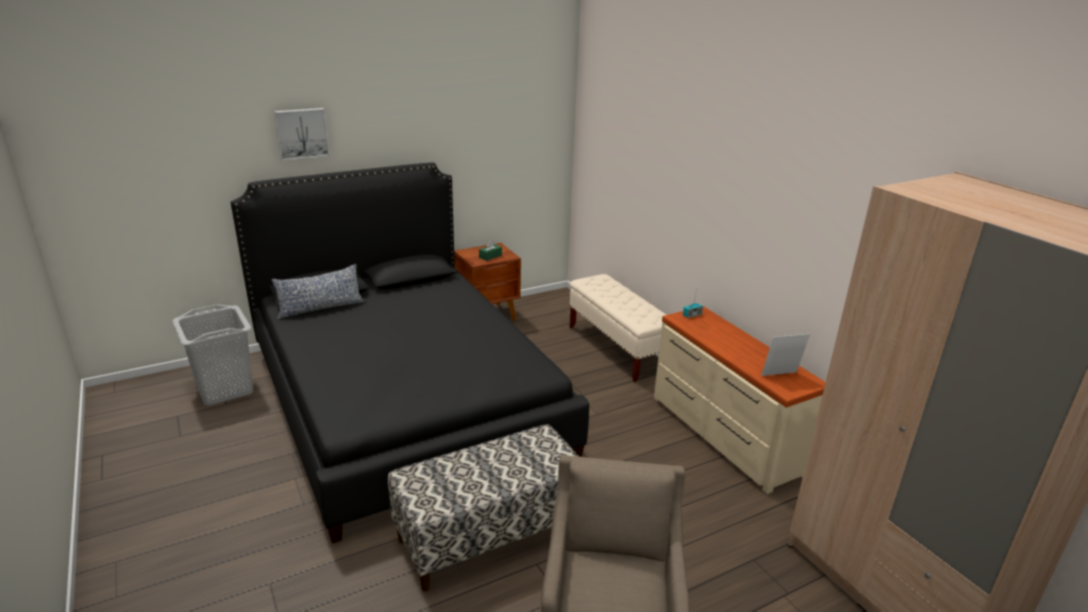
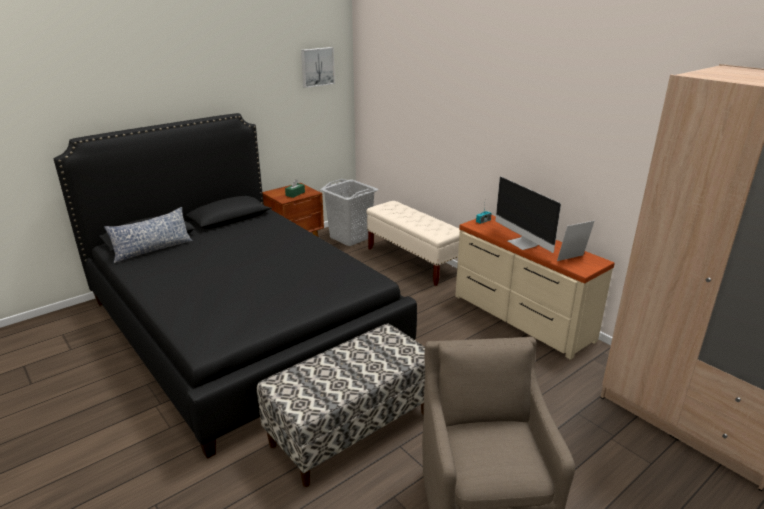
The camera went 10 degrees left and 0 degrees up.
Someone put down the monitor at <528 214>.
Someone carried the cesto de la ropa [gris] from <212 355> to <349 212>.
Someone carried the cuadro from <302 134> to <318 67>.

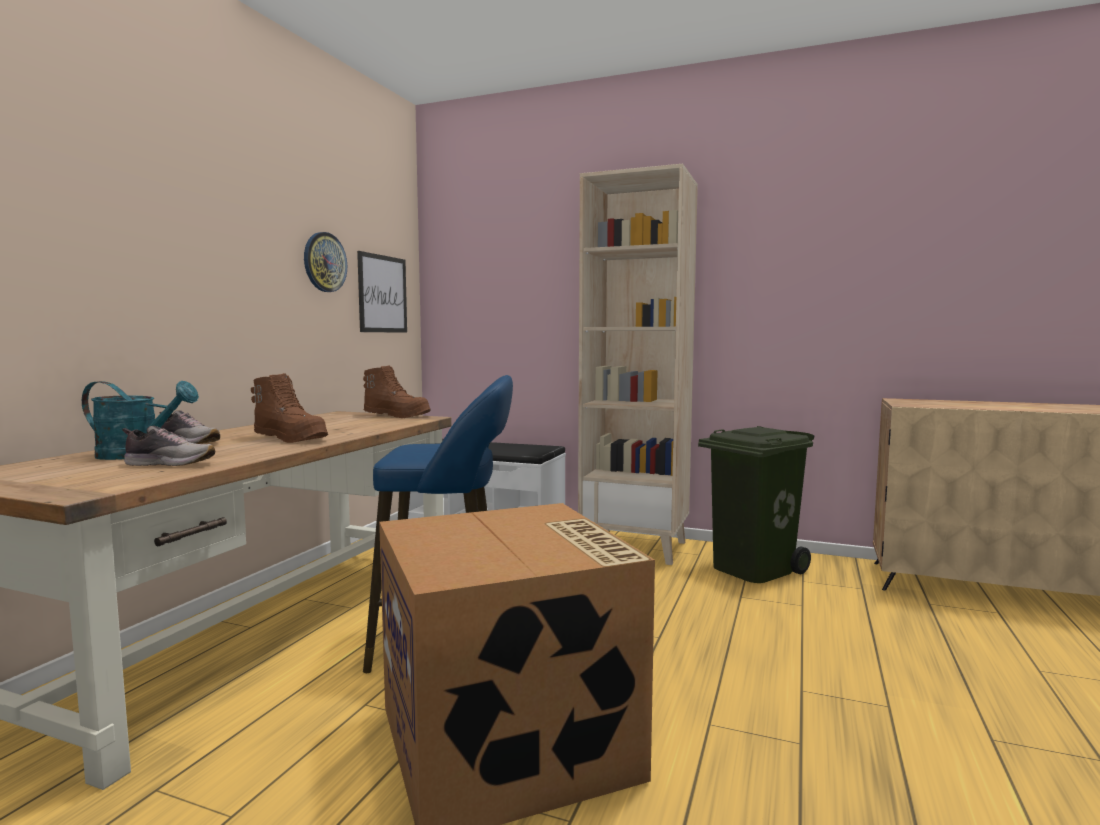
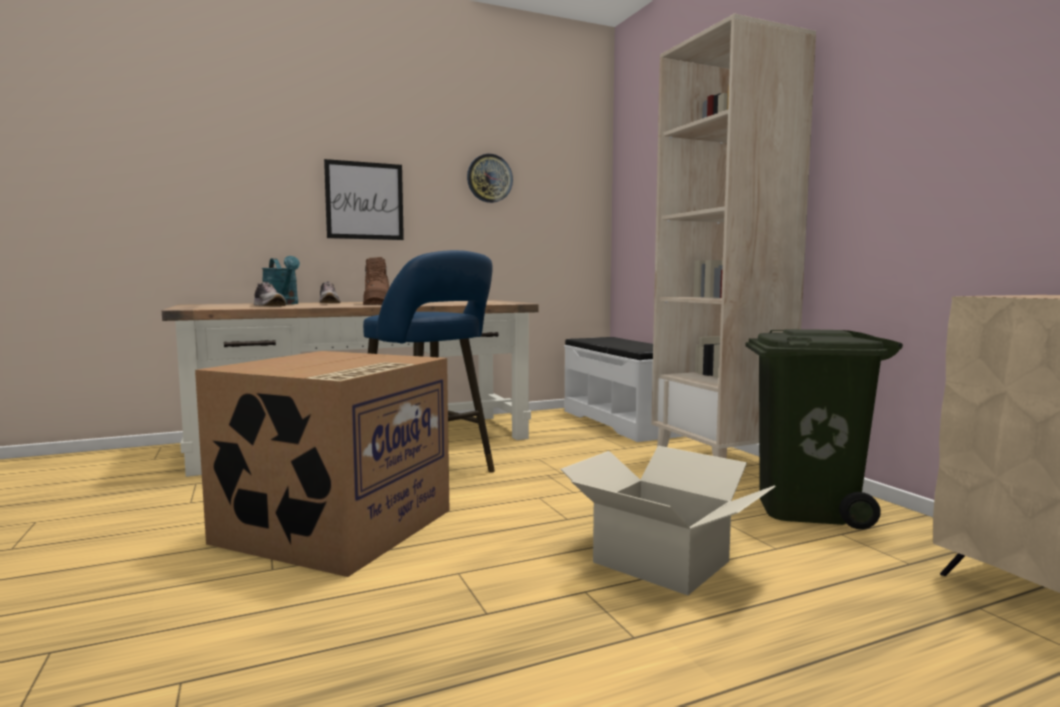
The camera went 45 degrees right and 0 degrees up.
Someone took away the bota [marrón] at <397 391>.
Someone put down the caja de cartón at <668 520>.
Someone carried the cuadro from <382 292> to <364 199>.

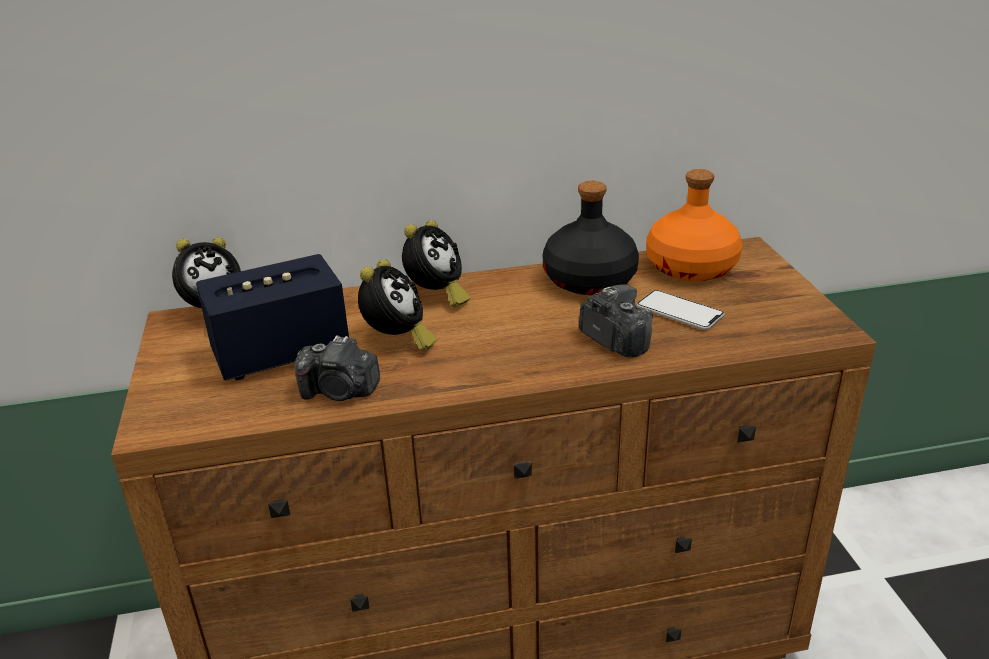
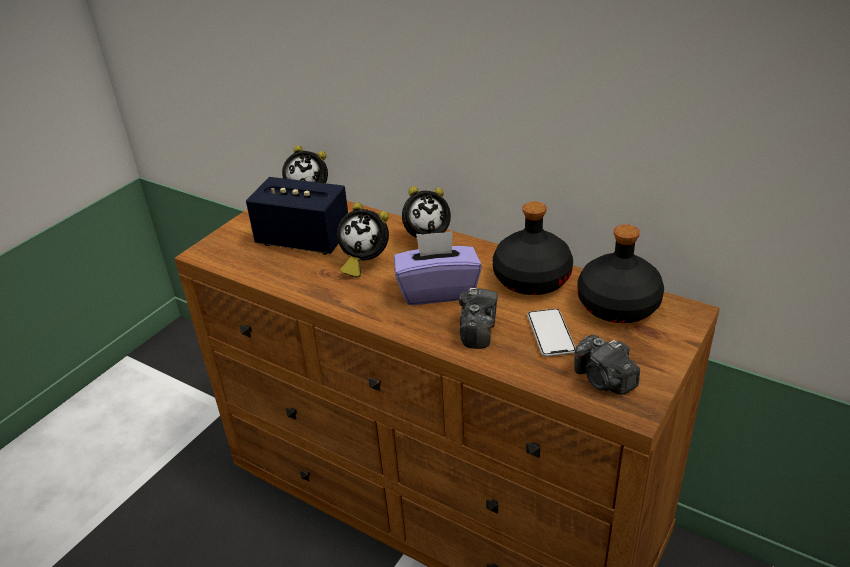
The camera went 45 degrees right and 5 degrees up.
Someone put down the caja de pañuelos [morado] at <438 268>.
Someone carried the cámara from <337 368> to <607 365>.
Someone repainted the botella [naranja] at <694 225>, which became the botella [negro] at <620 273>.
Someone rotated the despertador at <397 305> by 45 degrees clockwise.

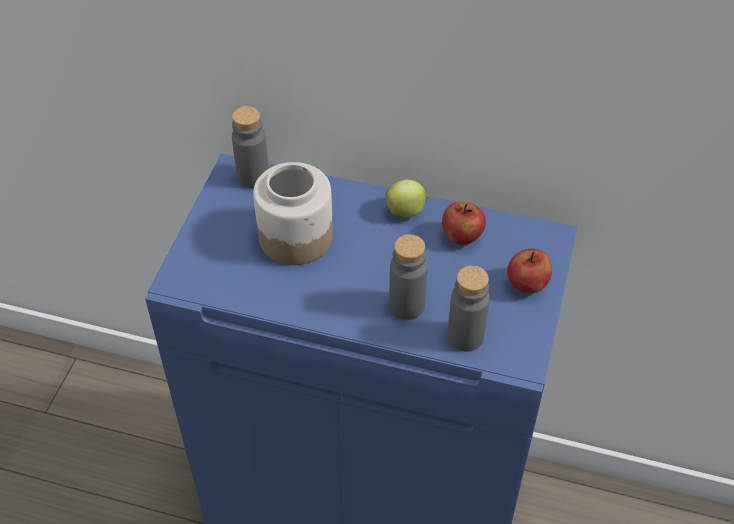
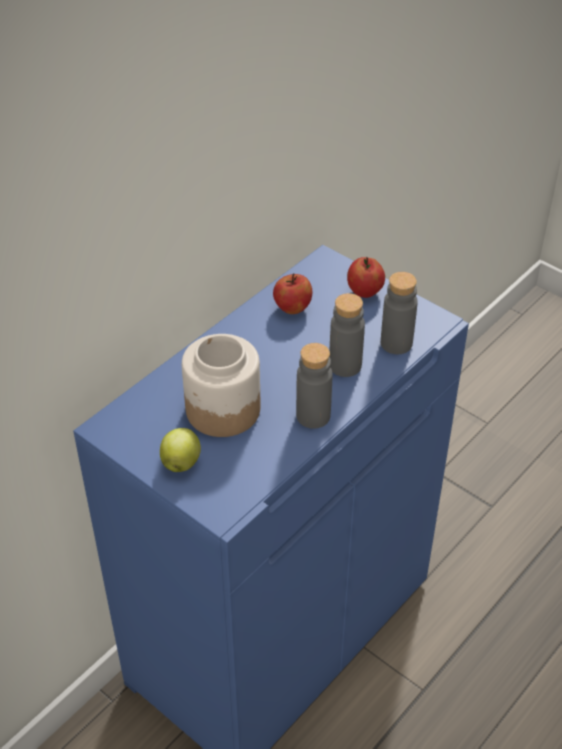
The camera went 65 degrees left and 5 degrees down.
Someone carried the botella [gris] from <250 147> to <314 386>.
Someone carried the manzana from <407 198> to <180 450>.

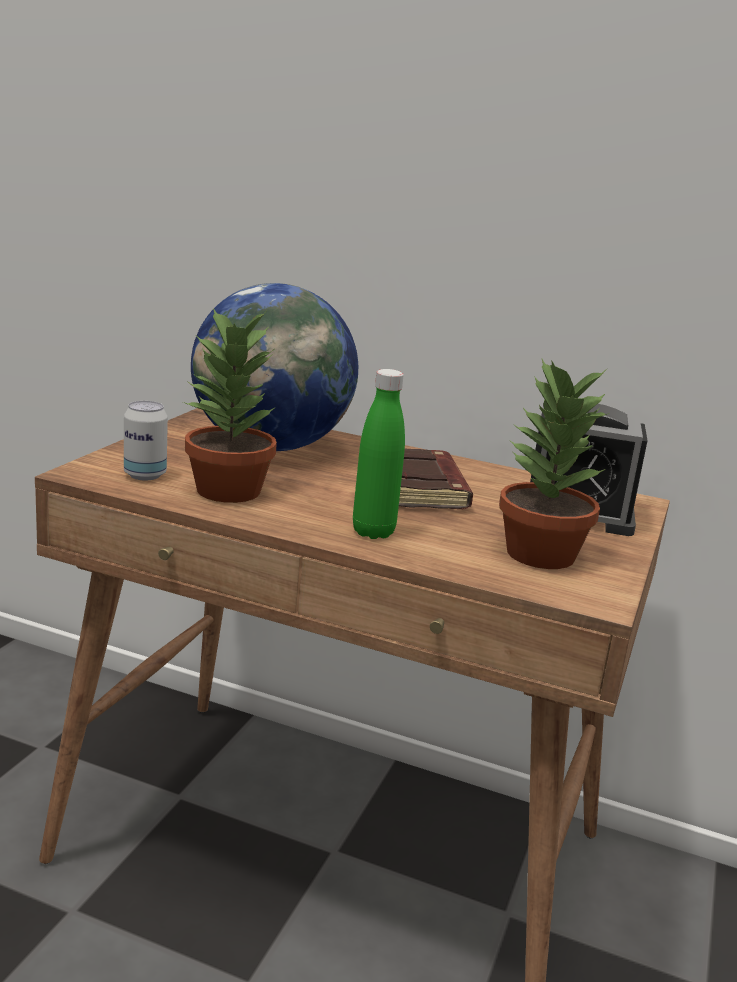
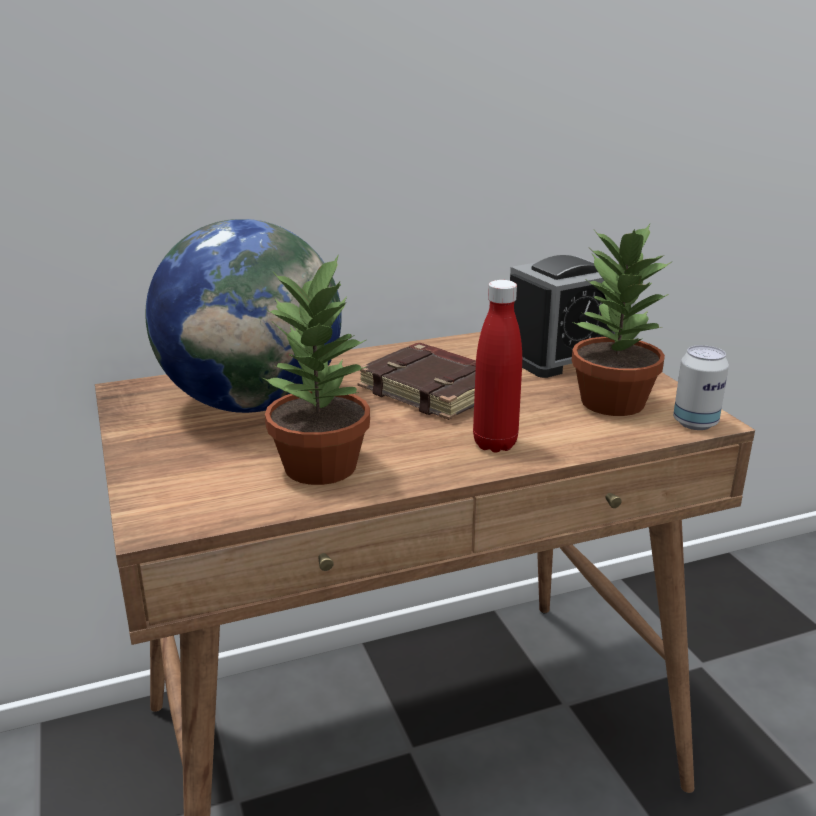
The camera went 40 degrees left and 5 degrees up.
Someone carried the lata from <146 440> to <701 387>.
Someone repainted the botella [verde] at <379 454>, which became the botella [rojo] at <497 366>.

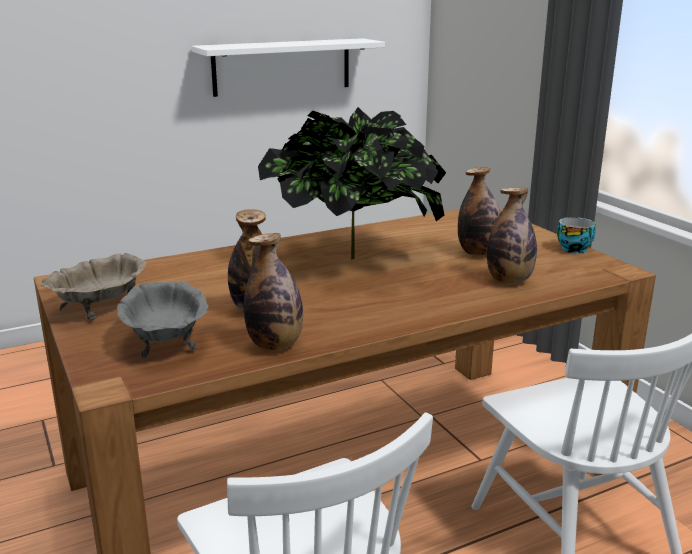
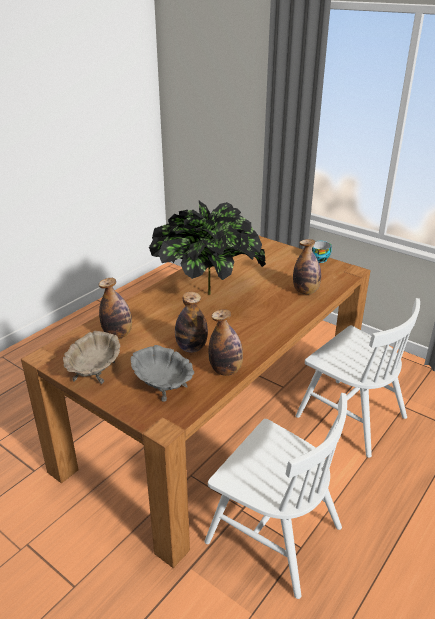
The camera went 25 degrees left and 10 degrees up.
Someone took away the estante [blanco] at <288 67>.
Someone carried the botella from <479 211> to <115 308>.

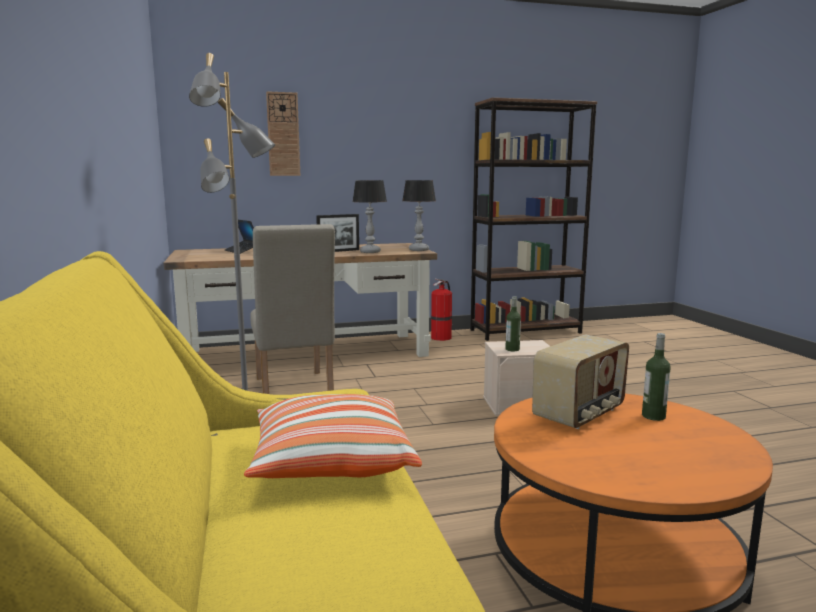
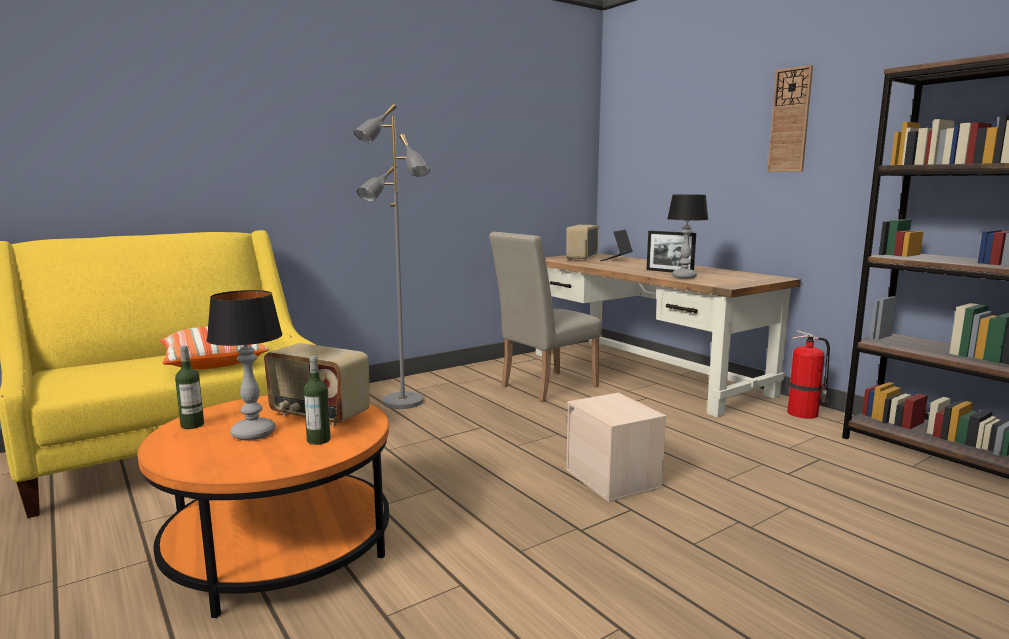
The camera went 70 degrees right and 0 degrees up.
Someone put down the radio at <582 243>.
Someone carried the reloj de pared from <283 133> to <790 118>.
Someone carried the lámpara de mesa from <419 215> to <245 365>.
Someone carried the botella from <513 323> to <189 387>.

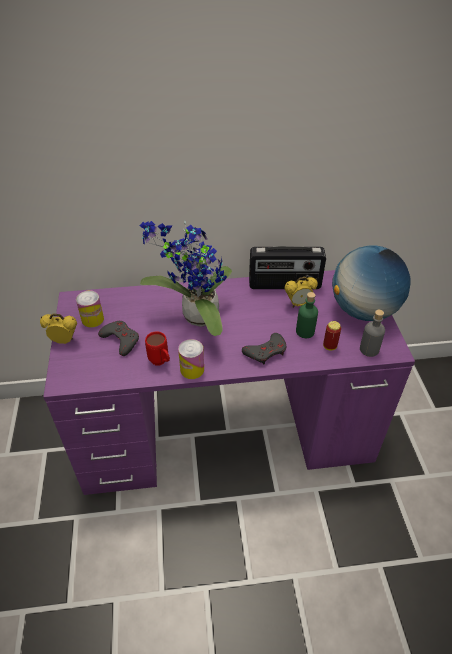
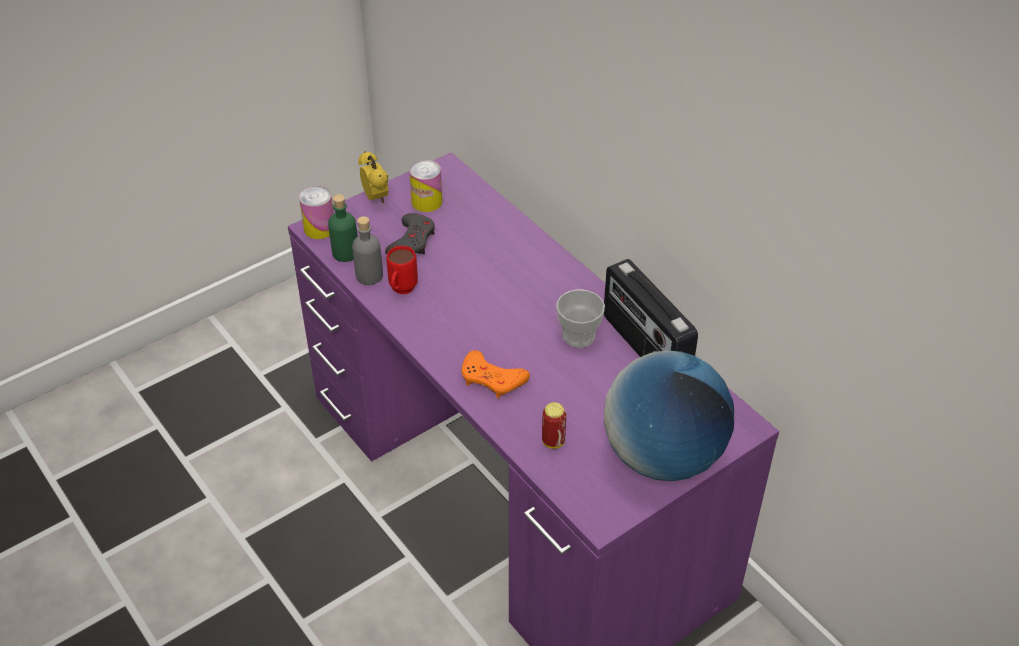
The camera went 60 degrees right and 0 degrees up.
Someone took away the planta en maceta at <186 278>.
Someone took away the despertador at <301 292>.
Someone put down the taza at <580 318>.
Someone carried the lata from <191 359> to <316 212>.
Someone carried the botella [verde] from <307 315> to <342 228>.
Someone carried the botella [gris] from <372 333> to <367 250>.
Someone repainted the mando de consola [gris] at <264 349>, which became the mando de consola [naranja] at <495 374>.

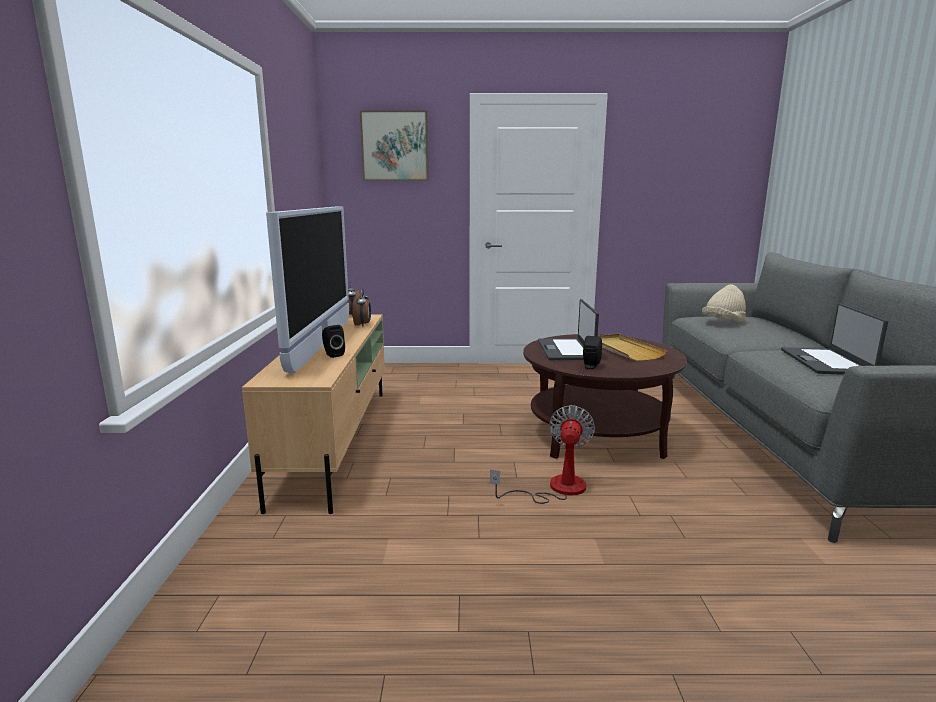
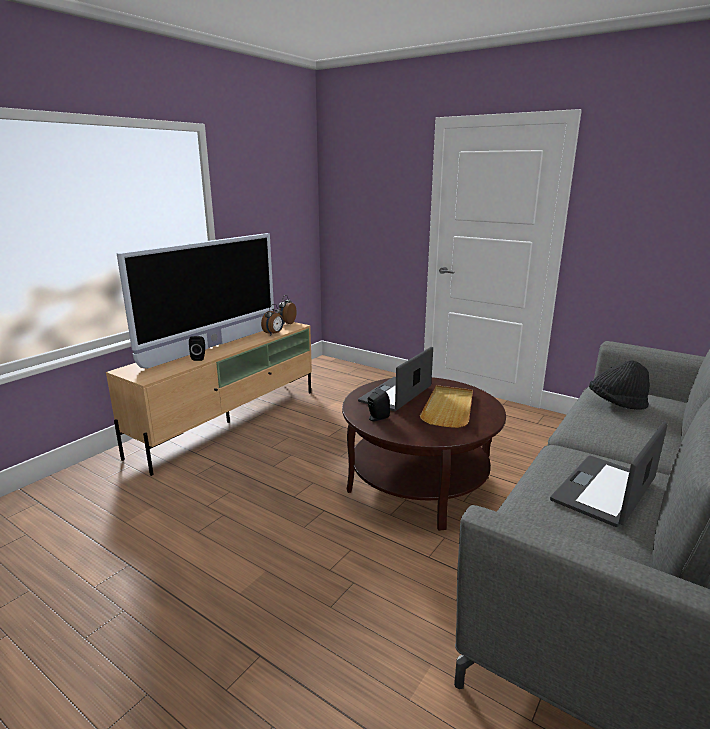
The camera went 35 degrees right and 5 degrees up.
Someone took away the cuadro at <394 146>.
Someone took away the ventilador at <542 454>.
Someone repainted the sombrero [beis] at <724 303>, which became the sombrero [negro] at <619 385>.

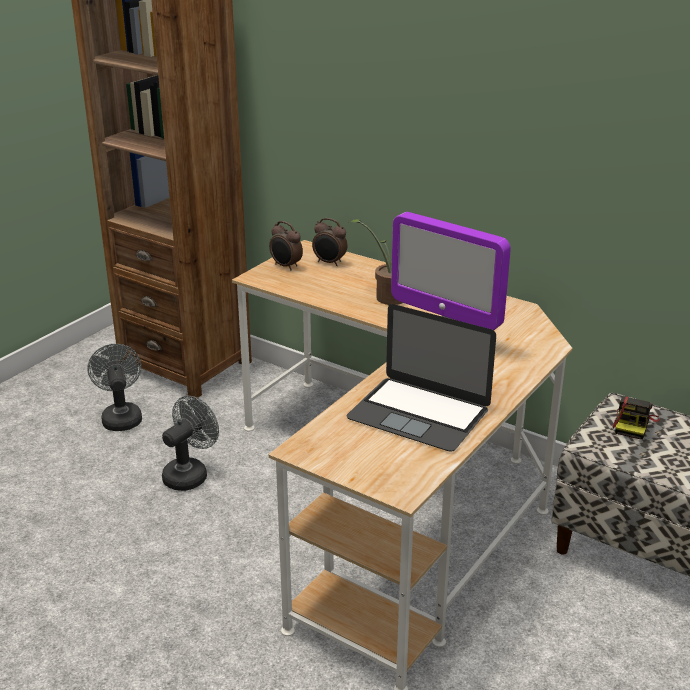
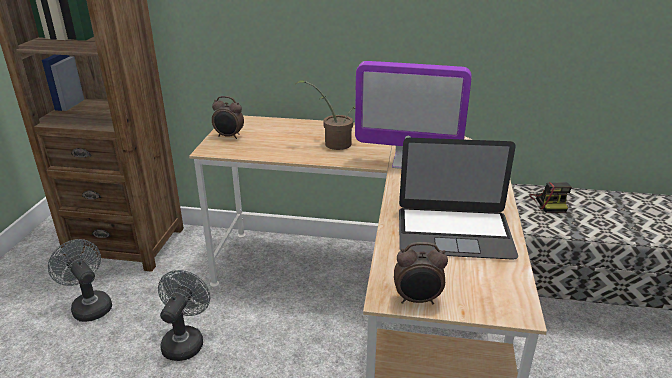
The camera went 25 degrees left and 0 degrees up.
Someone carried the despertador from <330 242> to <421 273>.

